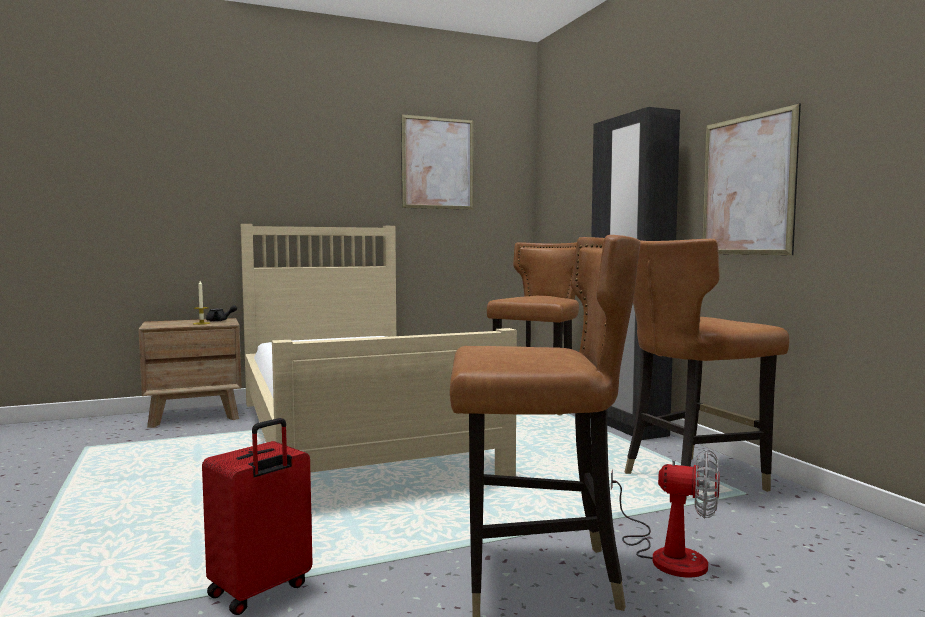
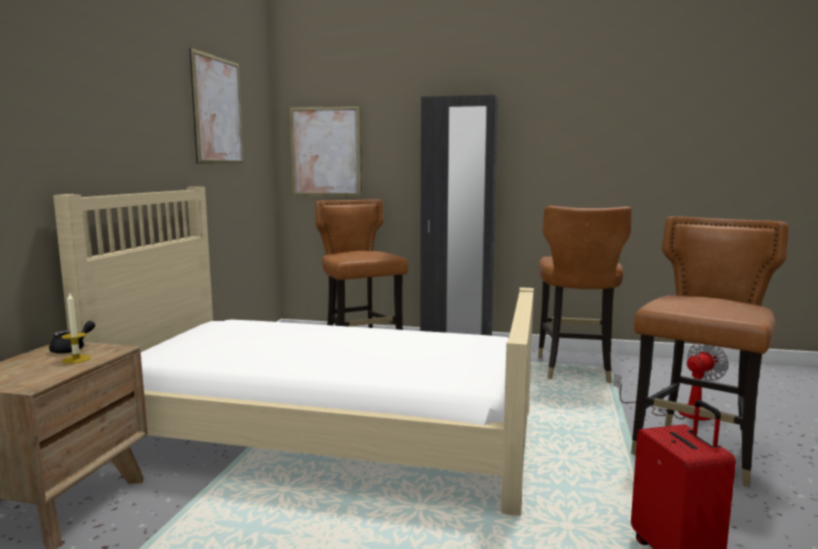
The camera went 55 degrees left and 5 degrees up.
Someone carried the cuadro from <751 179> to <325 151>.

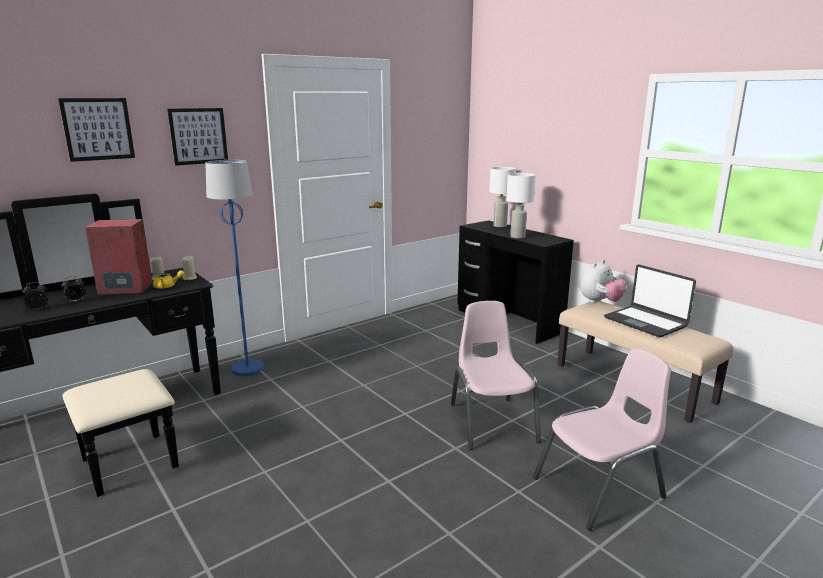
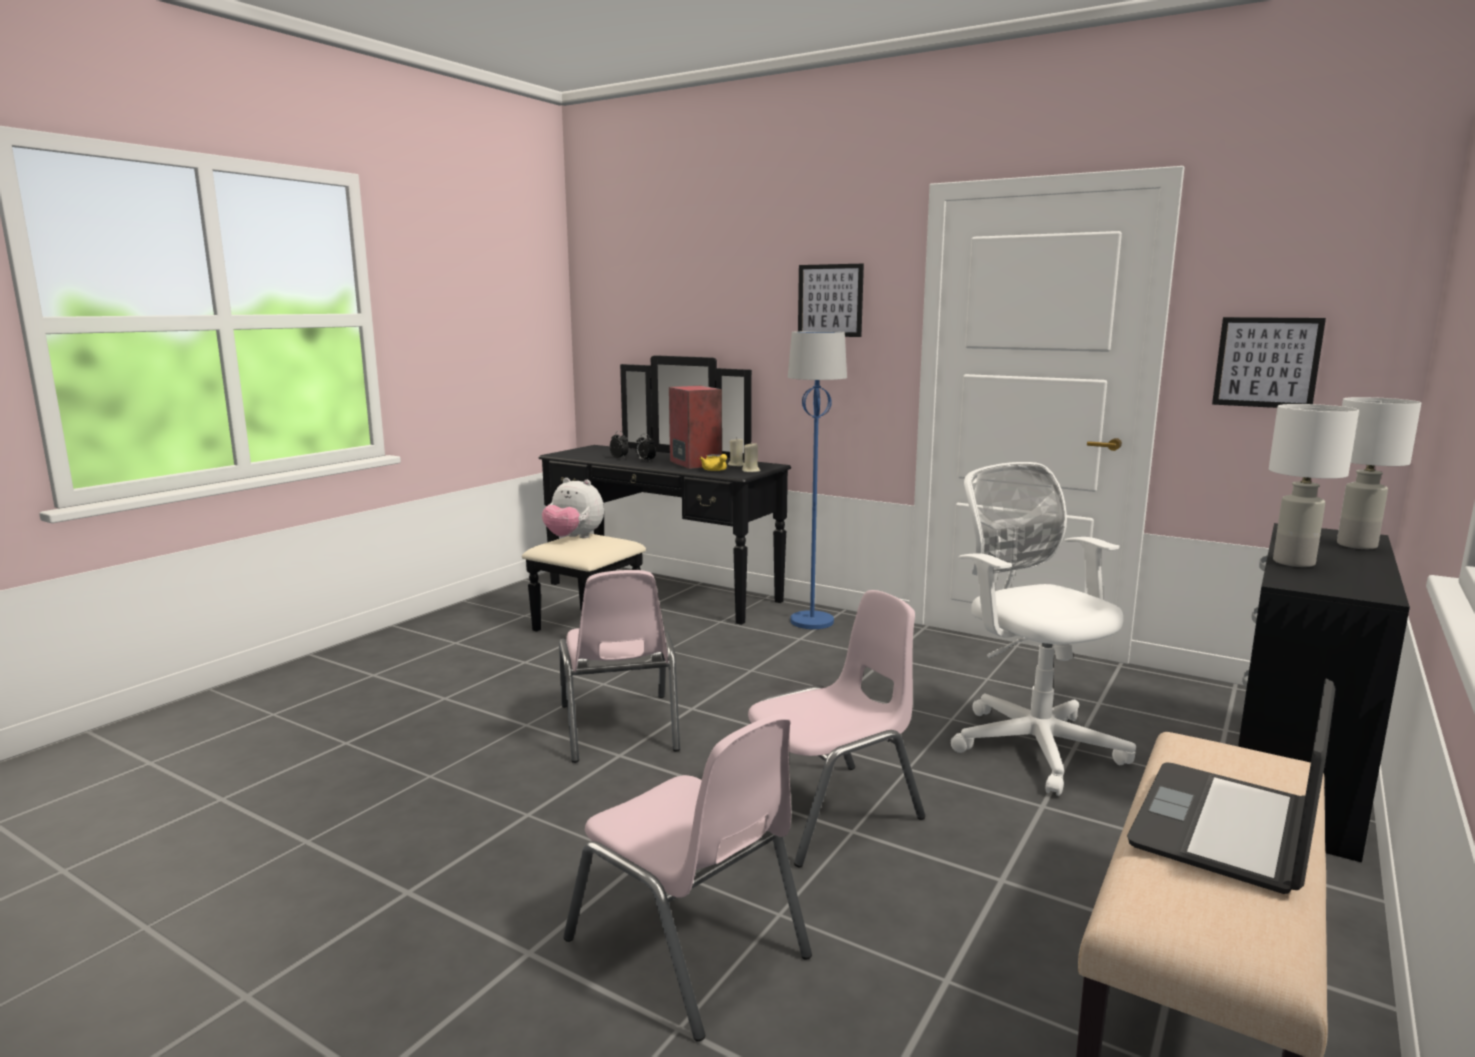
The camera went 70 degrees right and 5 degrees down.
Someone put down the silla [rosa] at <619 666>.
Someone put down the silla de oficina [blanco] at <1043 629>.
Someone carried the cuadro from <96 130> to <1269 362>.
Someone carried the peluche from <603 281> to <573 508>.

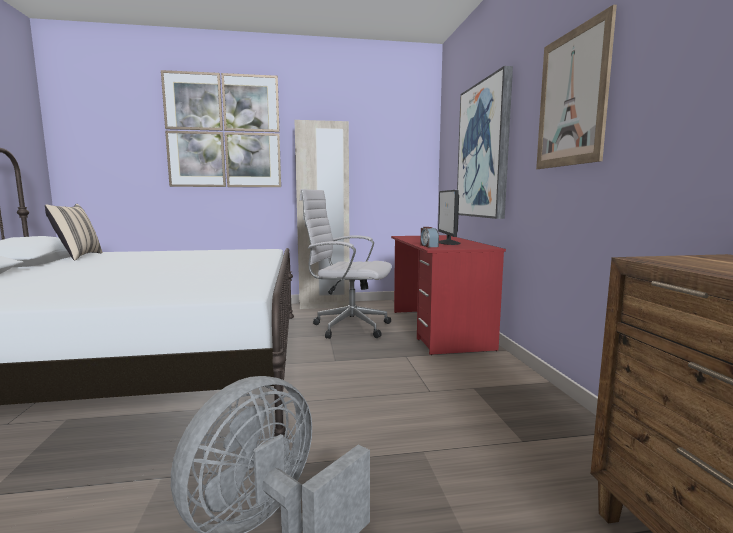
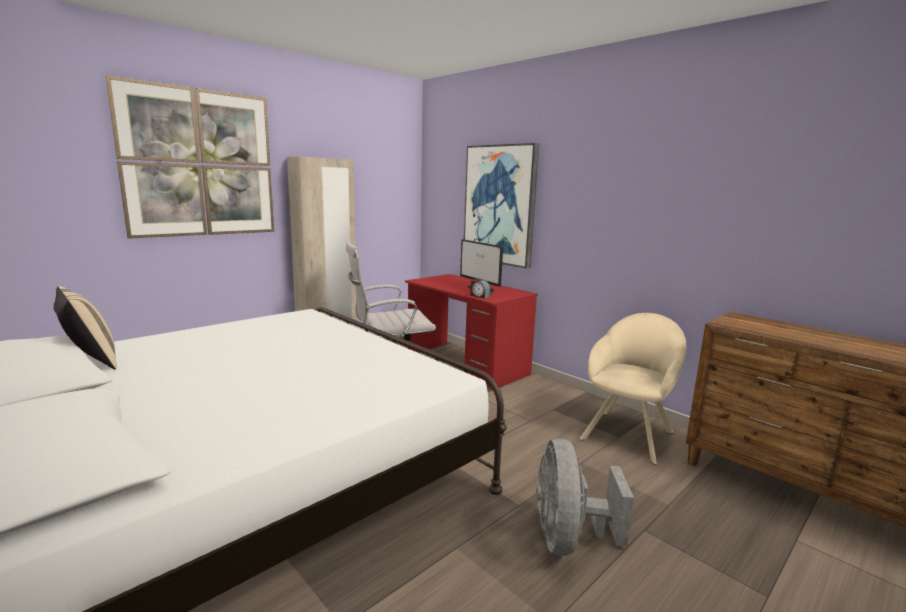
The camera went 35 degrees left and 5 degrees up.
Someone took away the cuadro at <576 87>.
Someone put down the sillón [beis] at <632 389>.

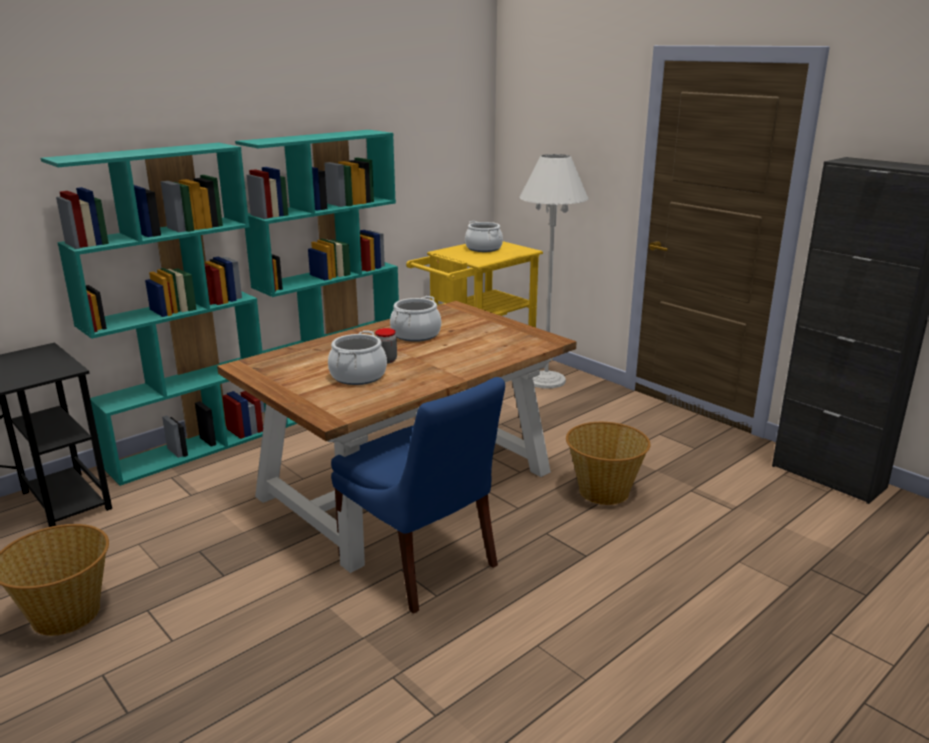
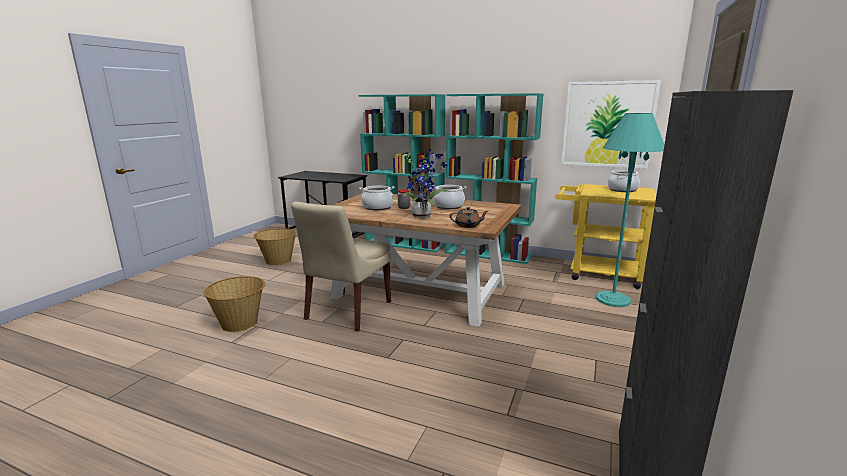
The camera went 65 degrees right and 5 degrees down.
Someone put down the planta en maceta at <423 183>.
Someone put down the tetera [marrón] at <469 217>.
Someone put up the cuadro at <611 124>.
Someone carried the cesta from <608 463> to <234 304>.
Someone repainted the silla [azul] at <418 495>, which became the silla [beis] at <341 266>.
Someone repainted the lámpara de pie [blanco] at <554 271>, which became the lámpara de pie [turquesa] at <630 210>.

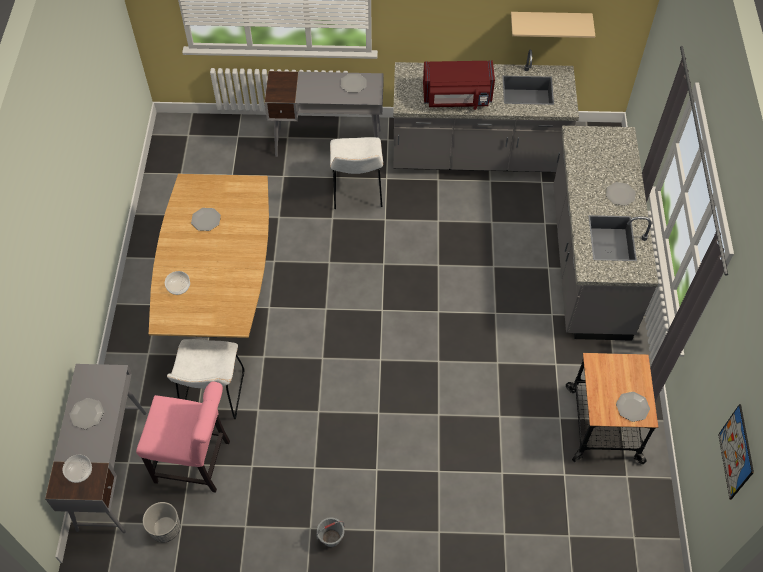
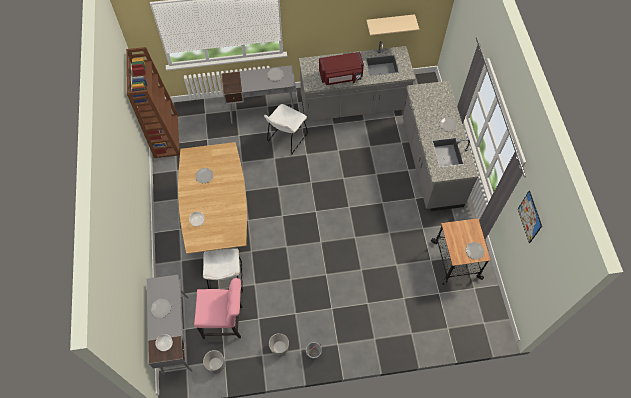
The camera went 10 degrees left and 5 degrees up.
Someone put down the estantería [marrón] at <153 102>.
Someone put down the maceta at <279 344>.
Someone carried the cuadro from <736 452> to <530 217>.
Someone rotated the silla [blanco] at <356 173> by 45 degrees clockwise.

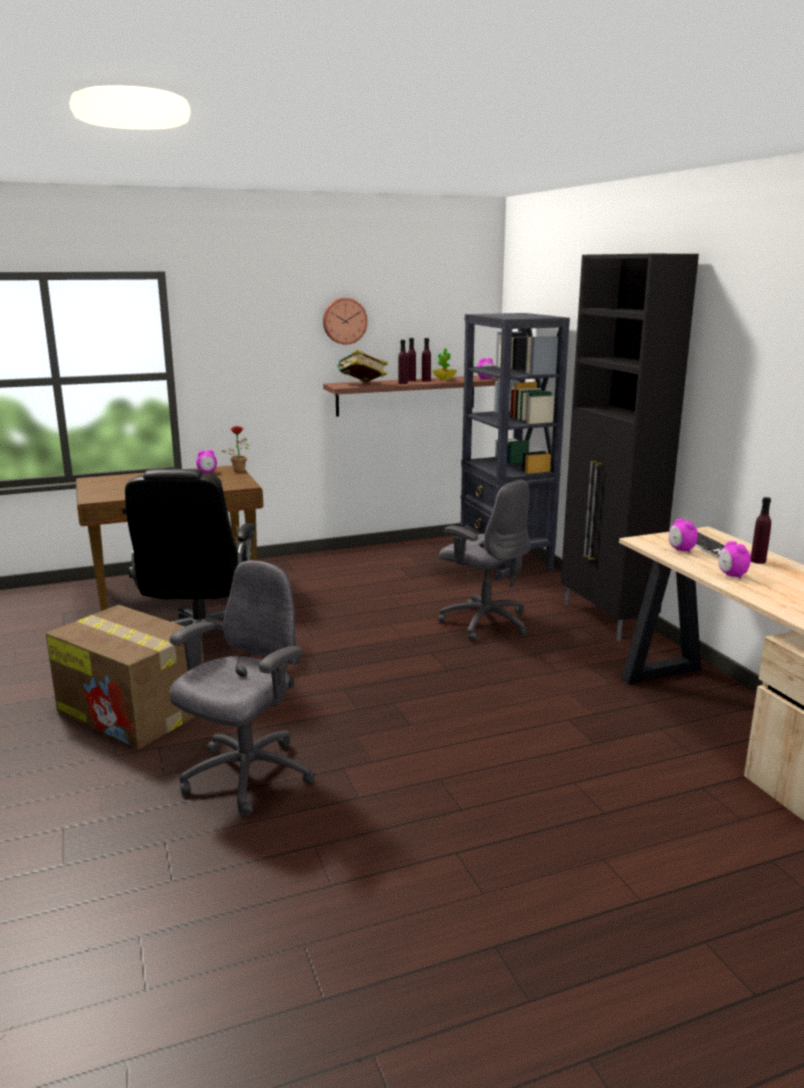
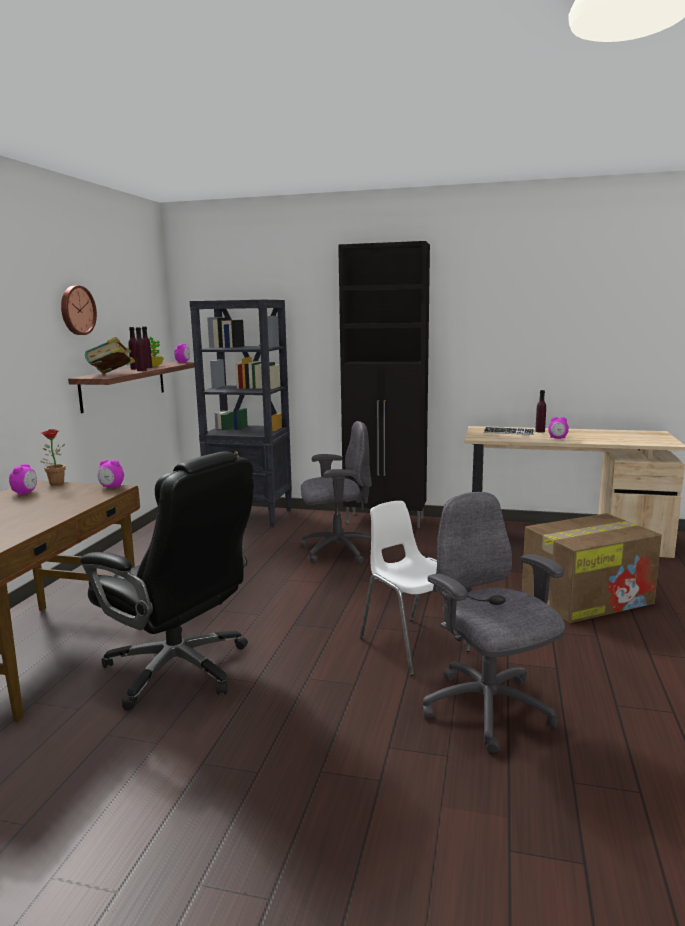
The camera went 55 degrees left and 5 degrees down.
Someone put down the silla [blanco] at <415 588>.
Someone carried the caja de cartón from <125 677> to <592 568>.
Someone carried the despertador from <683 535> to <111 474>.

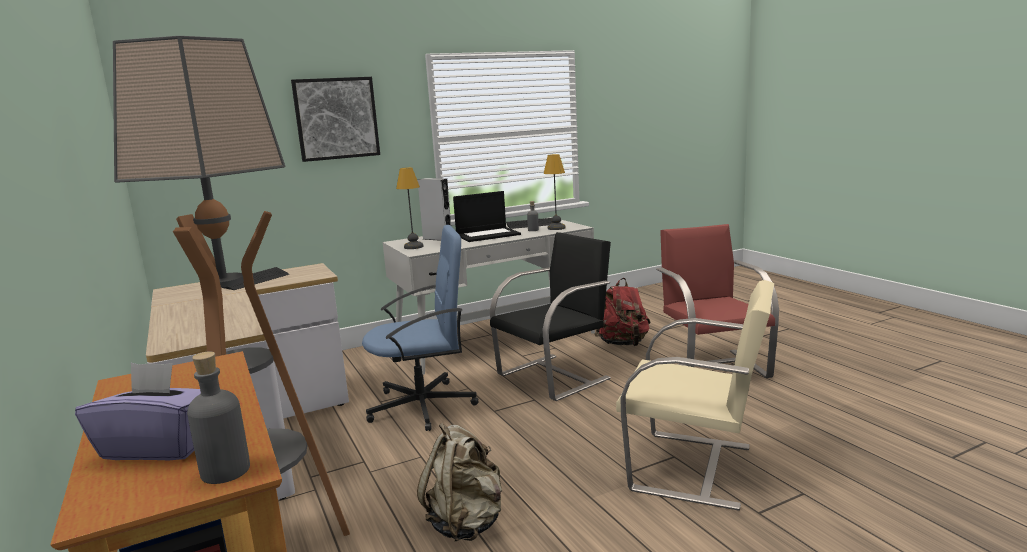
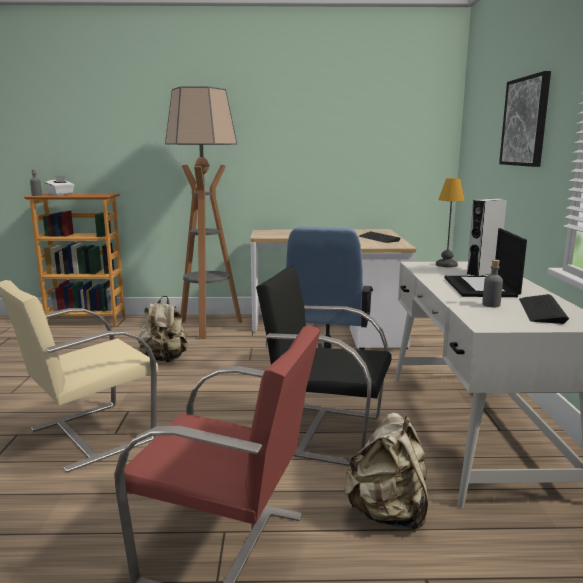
The camera went 115 degrees right and 0 degrees up.
Someone took away the lámpara de mesa at <554 192>.
Someone repainted the caja de pañuelos [morado] at <138 411>, which became the caja de pañuelos [blanco] at <59 185>.
Someone repainted the mochila [rojo] at <622 312>, which became the mochila [beis] at <386 472>.
Someone rotated the silla [negro] at <550 316> by 120 degrees clockwise.

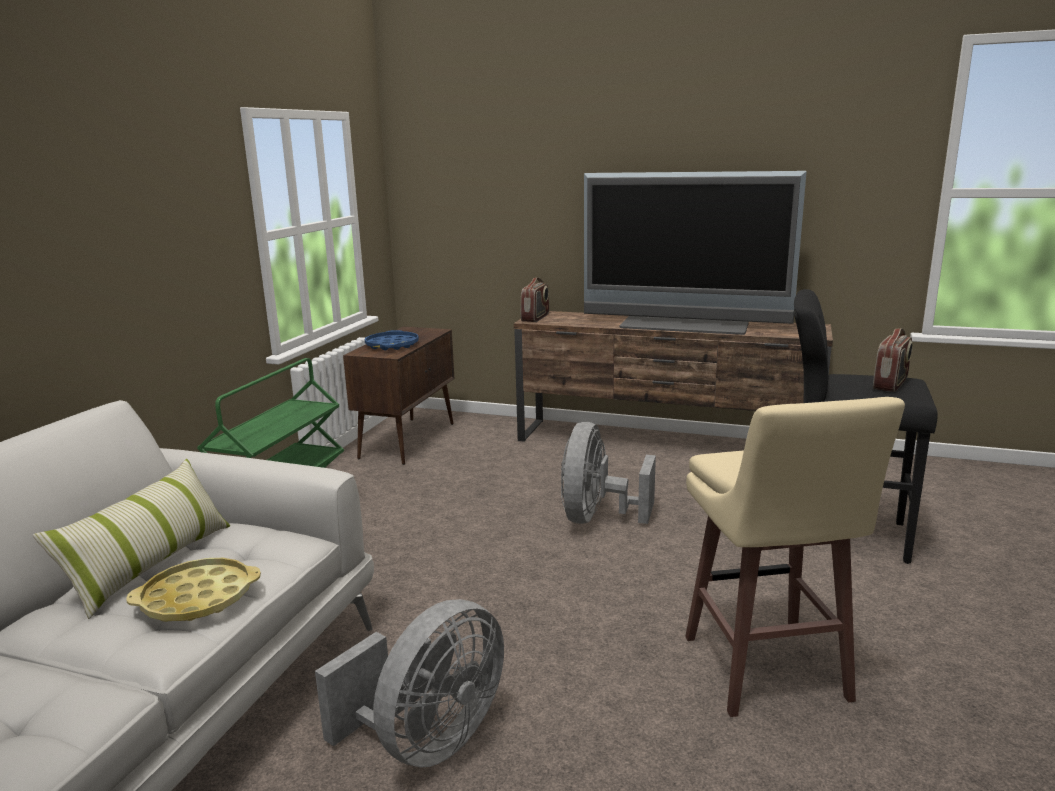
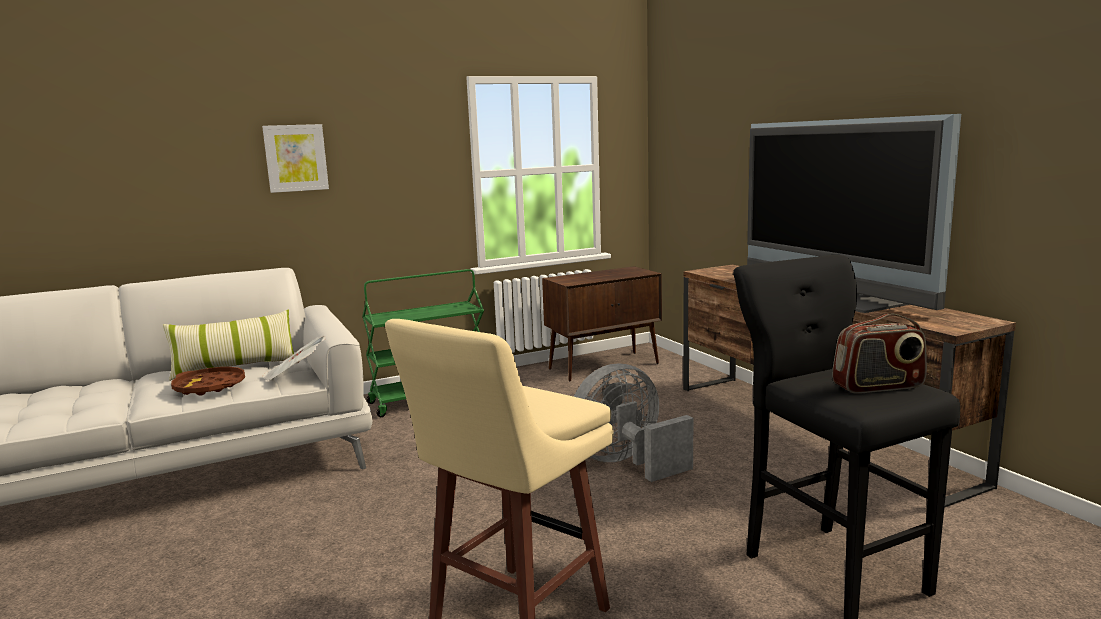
The camera went 45 degrees right and 5 degrees down.
Someone took away the ventilador [gris] at <409 683>.
Someone took away the bandeja [azul] at <392 340>.
Someone took away the radio at <535 299>.
Someone put up the cuadro at <295 158>.
Someone put down the periódico at <294 358>.
Someone repainted the bandeja [amarillo] at <193 590>, which became the bandeja [marrón] at <208 381>.

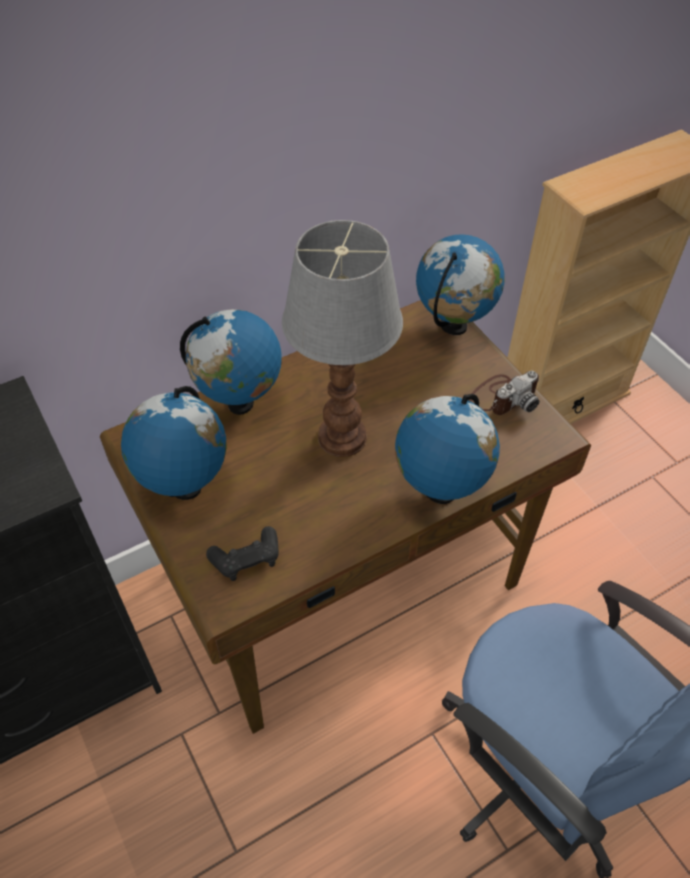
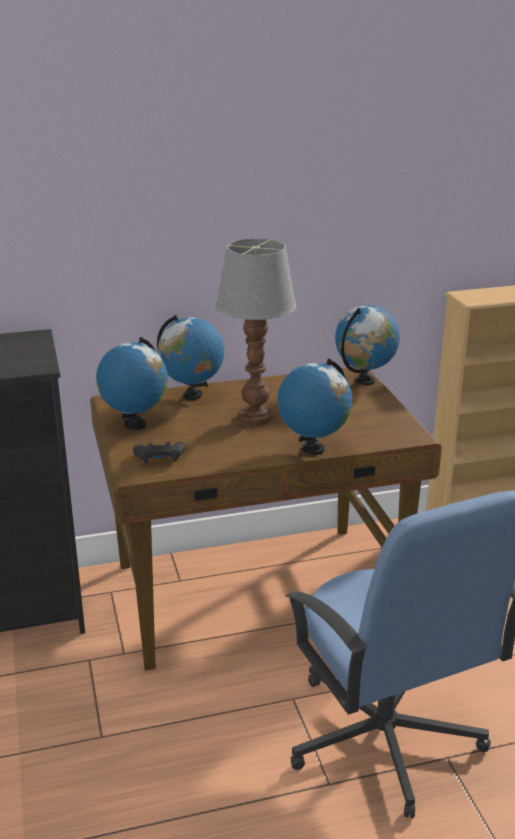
The camera went 15 degrees right and 25 degrees down.
Someone took away the cámara at <504 393>.

